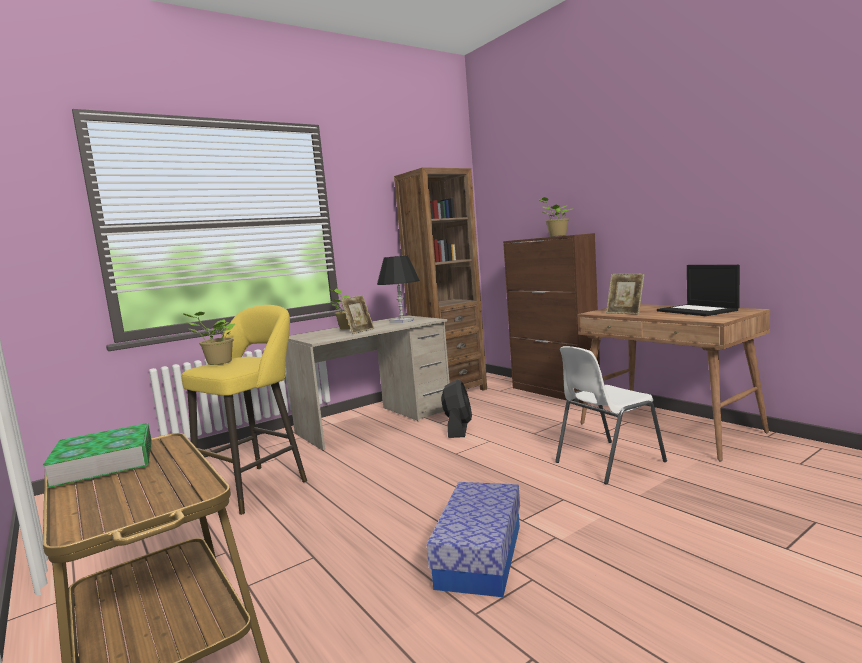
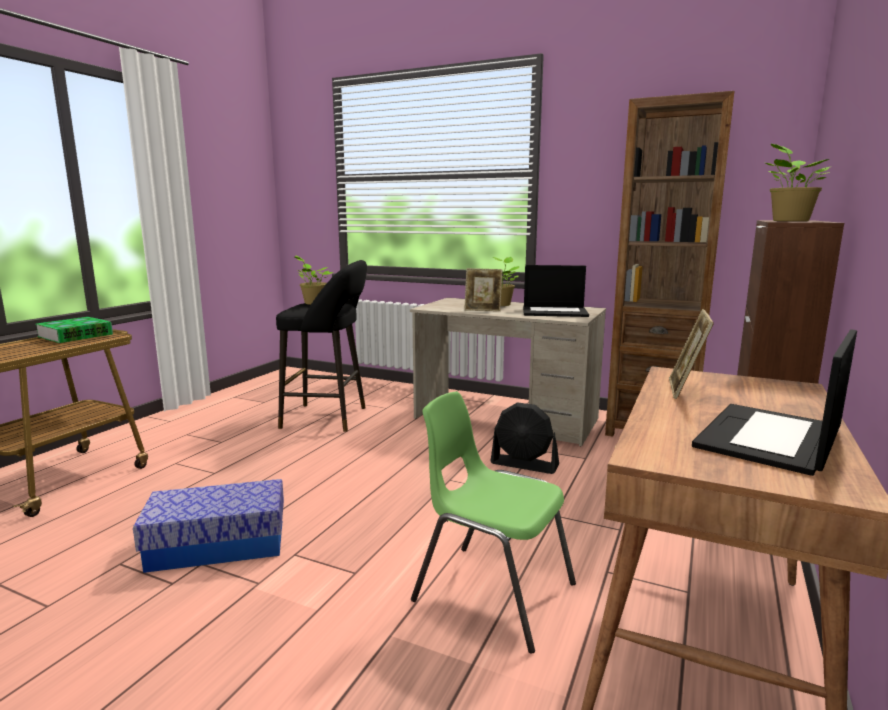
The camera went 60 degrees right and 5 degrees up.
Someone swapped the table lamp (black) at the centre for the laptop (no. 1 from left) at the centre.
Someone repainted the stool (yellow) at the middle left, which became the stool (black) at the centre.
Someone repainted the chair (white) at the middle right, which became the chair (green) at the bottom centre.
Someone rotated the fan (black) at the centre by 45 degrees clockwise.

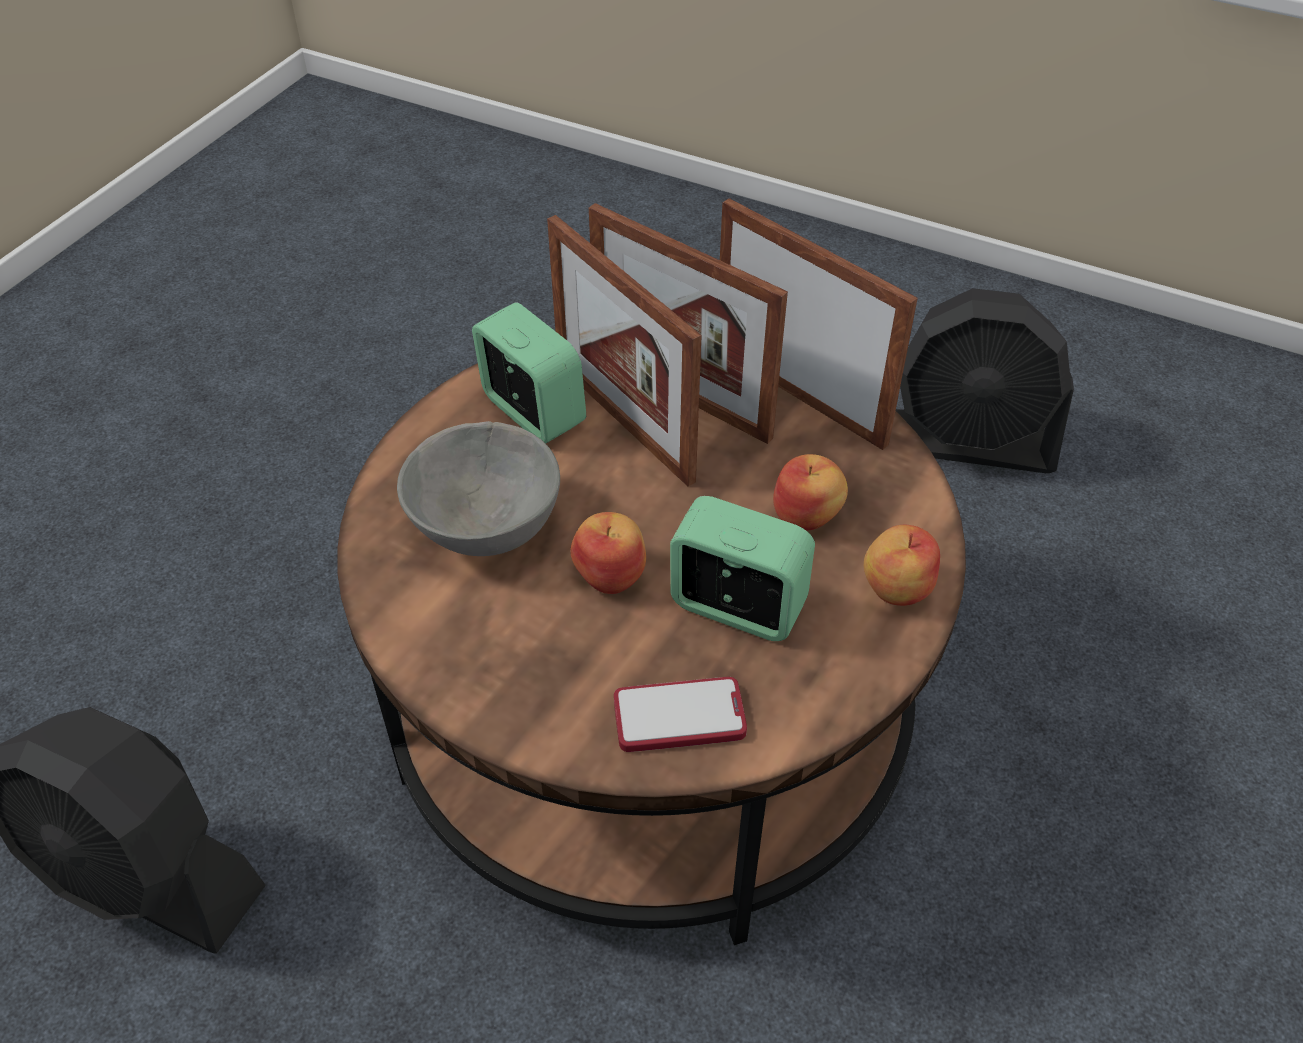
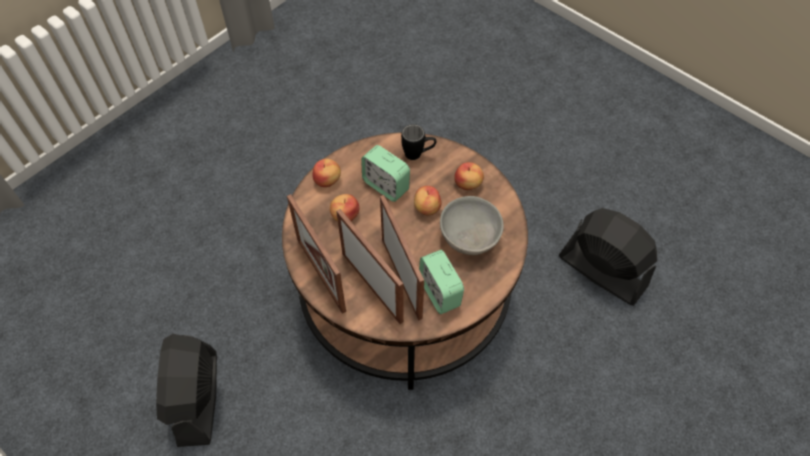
The camera went 165 degrees left and 10 degrees up.
Someone put down the apple (no. 4 from left) at the centre.
Someone swapped the phone at the bottom centre for the mug (black) at the top centre.
Someone rotated the fan (black) (no. 2 from left in the first image) at the middle right by 120 degrees counterclockwise.

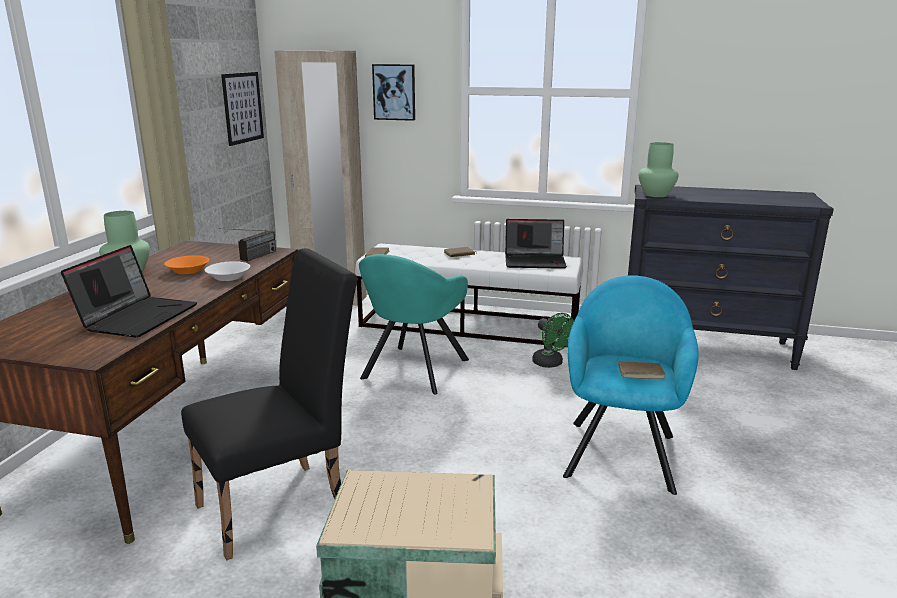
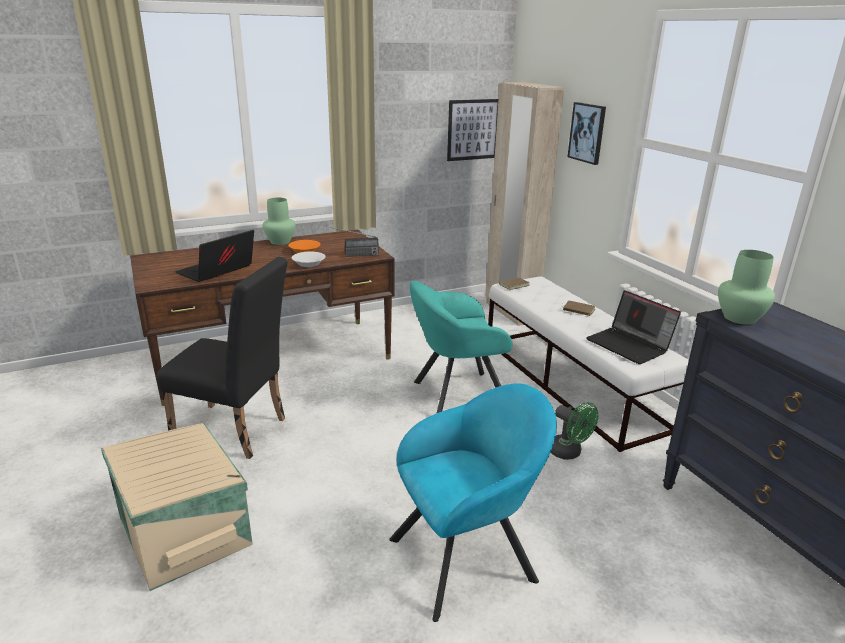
The camera went 50 degrees right and 5 degrees up.
Someone took away the book (brown) (no. 3 from left) at the middle right.
Someone rotated the laptop (no. 1 from left) at the middle left by 150 degrees clockwise.
Someone rotated the fan (green) at the centre by 60 degrees counterclockwise.

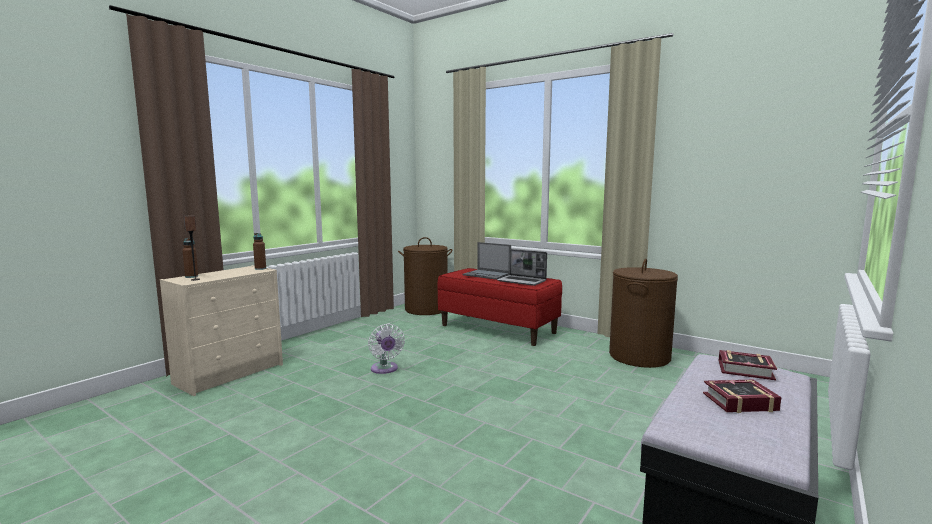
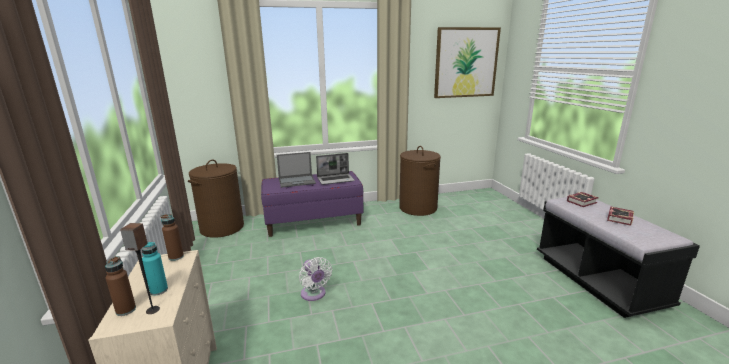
The camera went 50 degrees left and 10 degrees up.
Someone put down the bottle (turquoise) at the bottom left.
Someone put up the picture at the top centre.
Someone repainted the bench (red) at the centre, which became the bench (purple) at the centre.
Someone rotated the fan (white) at the centre by 45 degrees clockwise.

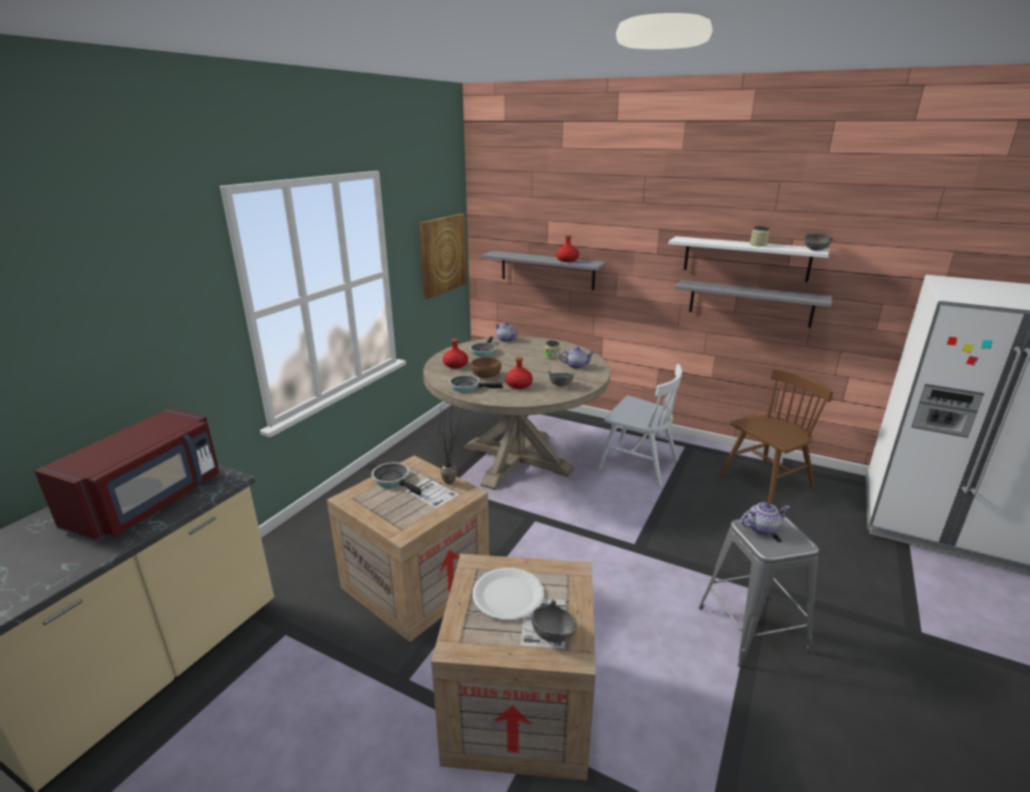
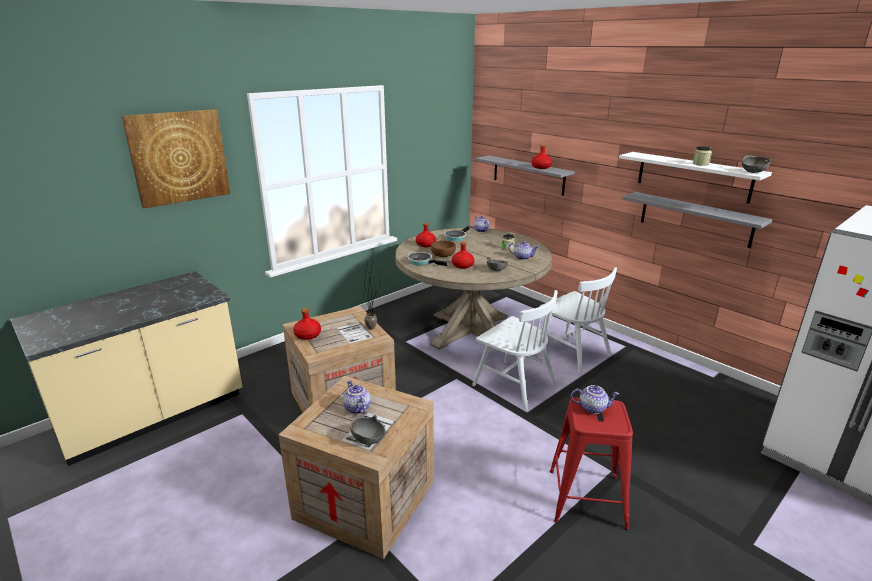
The camera went 20 degrees right and 0 degrees up.
Someone took away the microwave (red) at the middle left.
Someone took away the frying pan (no. 1 from left) at the centre.
Someone took away the chair (brown) at the middle right.
Someone put down the bottle (red) (no. 1 from left) at the centre.
Someone put down the chair (white) (no. 1 from left) at the centre.
Someone carried the picture from the top centre to the top left.
Someone swapped the plate (white) at the bottom centre for the teapot (no. 1 from left) at the bottom centre.
Someone repainted the stool (grey) at the bottom right, which became the stool (red) at the bottom right.

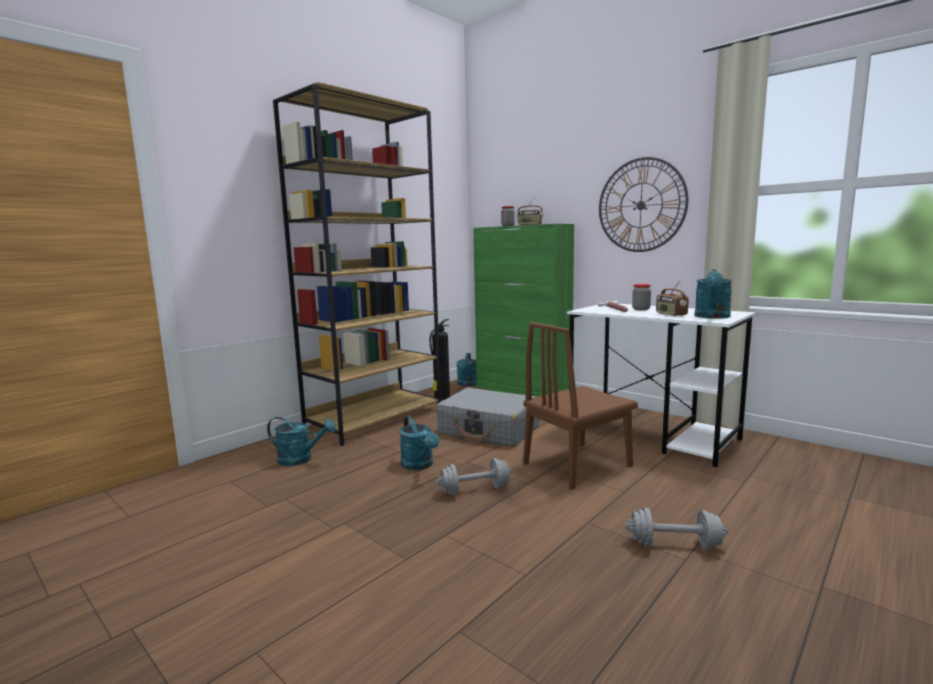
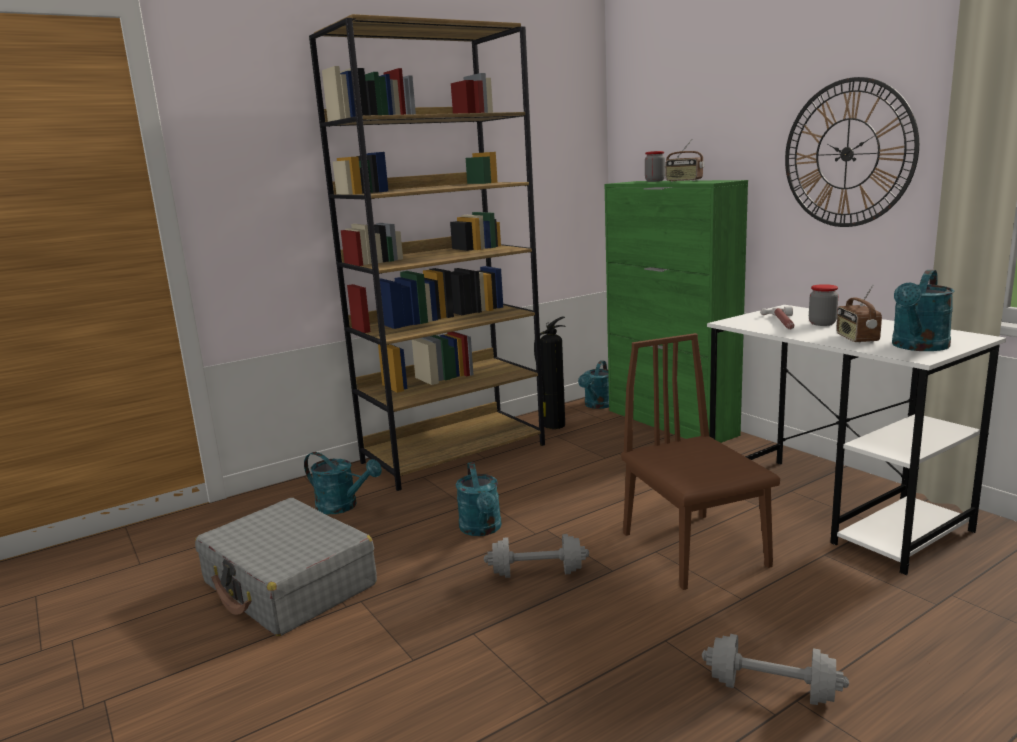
The camera went 15 degrees right and 5 degrees up.
Someone carried the suitcase (grey) from the centre to the bottom left.
Someone rotated the chair (brown) at the centre by 90 degrees clockwise.

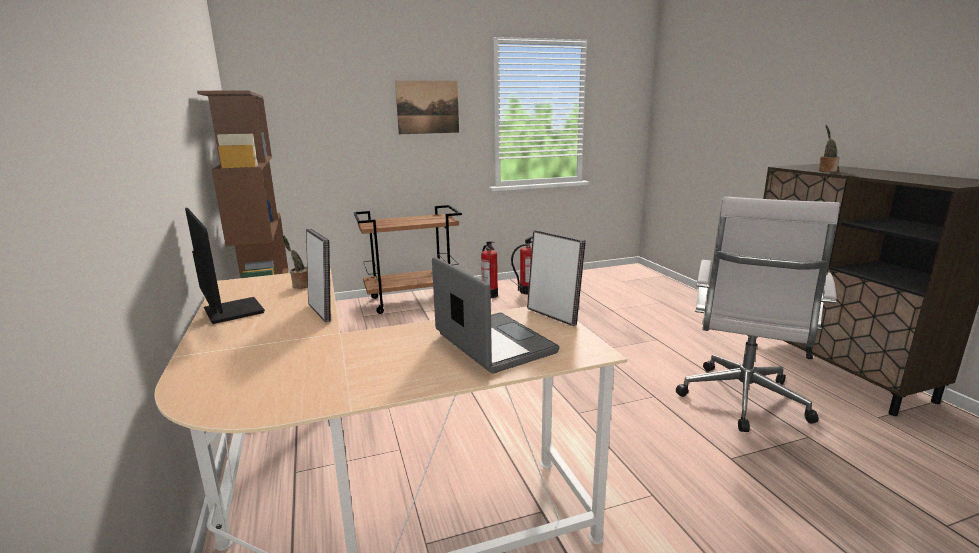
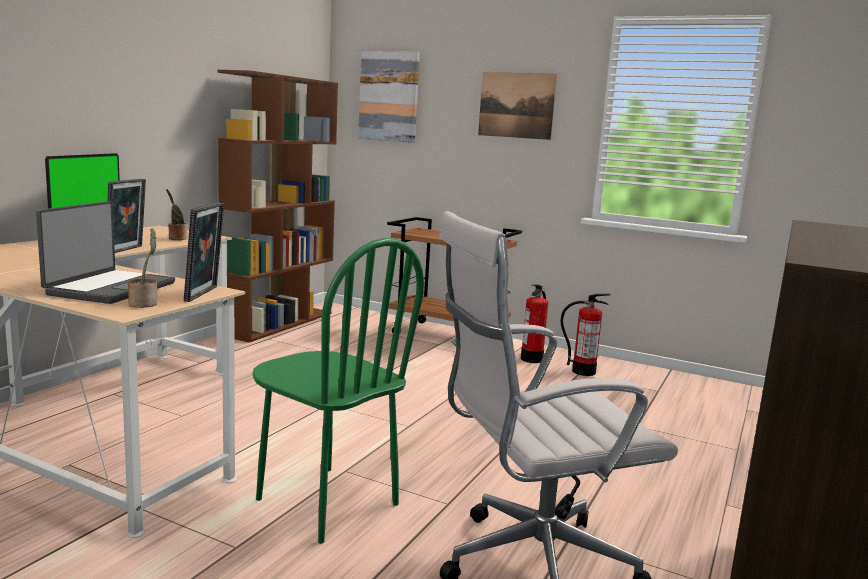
The camera went 45 degrees right and 5 degrees down.
Someone put down the chair (green) at the bottom centre.
Someone put up the picture (no. 1 from left) at the top centre.
Someone carried the potted plant (no. 2 from left in the first image) from the top right to the middle left.

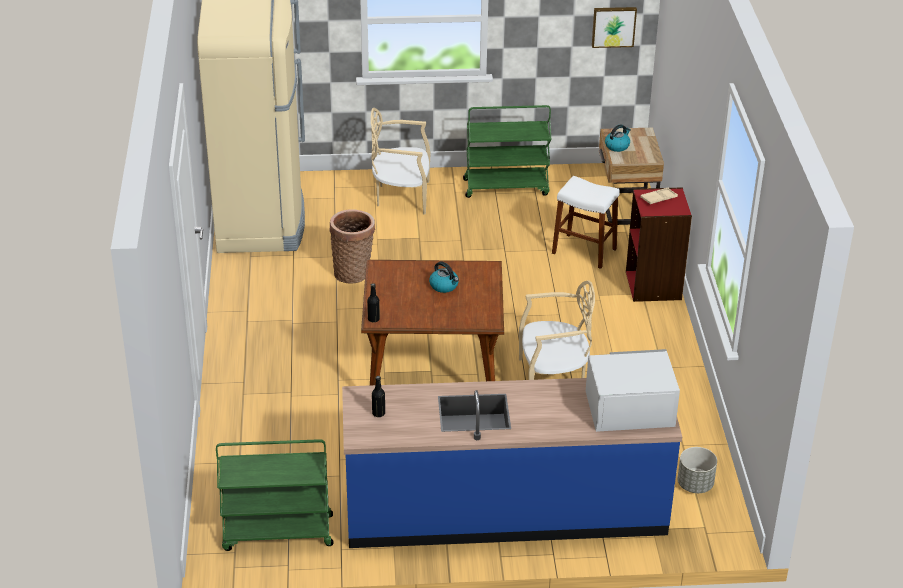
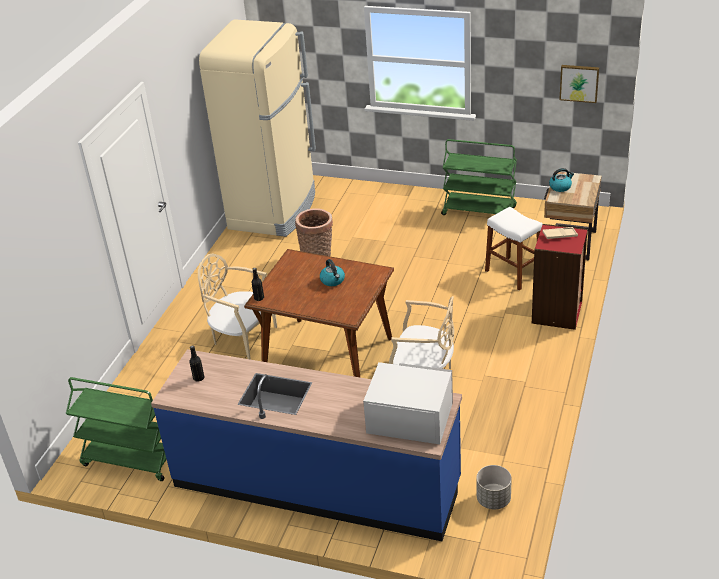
The camera went 25 degrees right and 0 degrees up.
Someone carried the chair (beige) (no. 1 from left) from the top centre to the middle left.

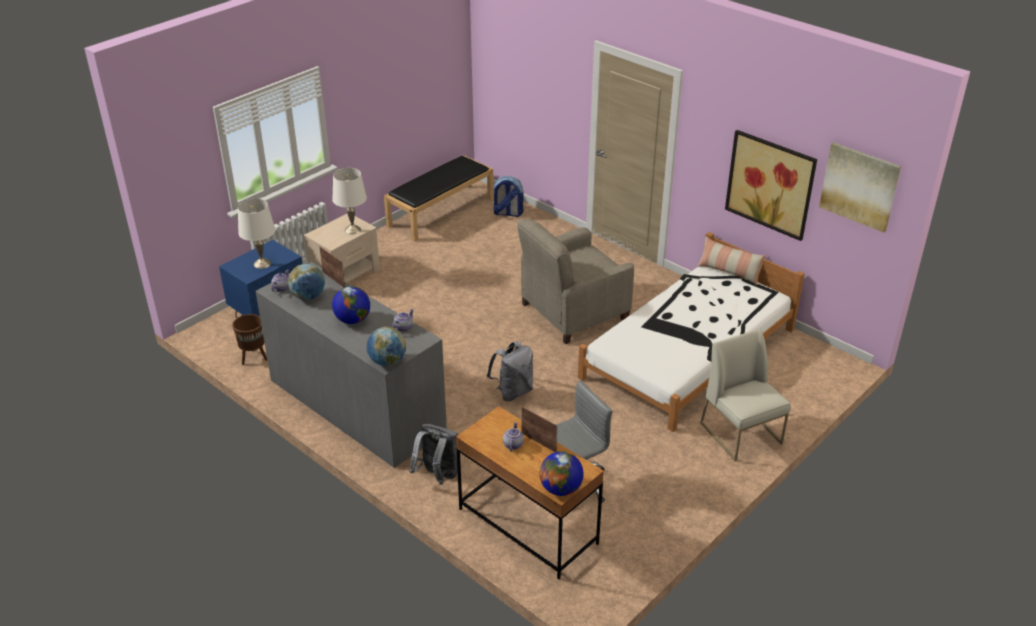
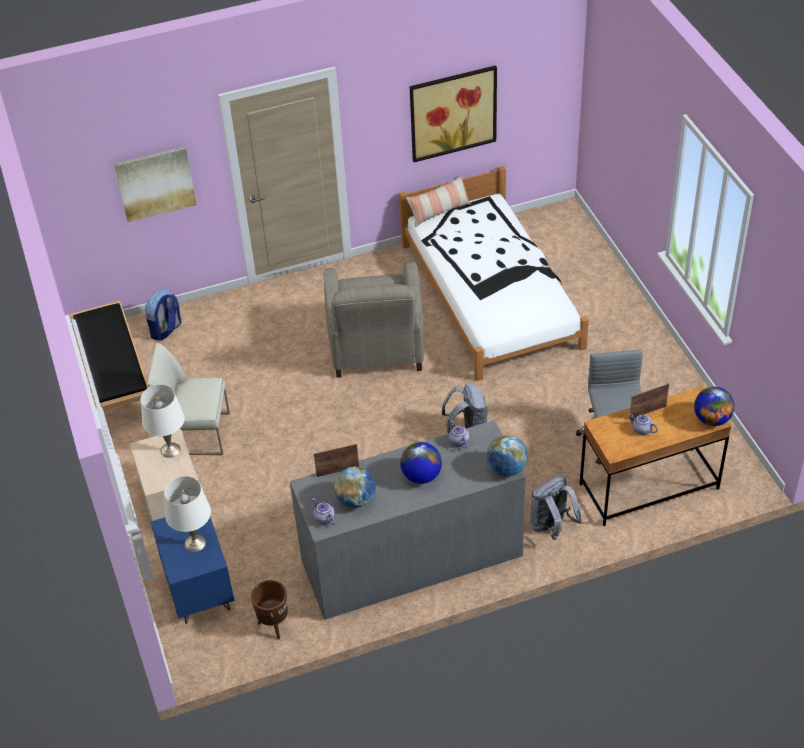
The camera went 60 degrees left and 10 degrees up.
Someone carried the chair (white) from the middle right to the middle left.
Someone carried the picture (no. 2 from left in the first image) from the top right to the top left.

